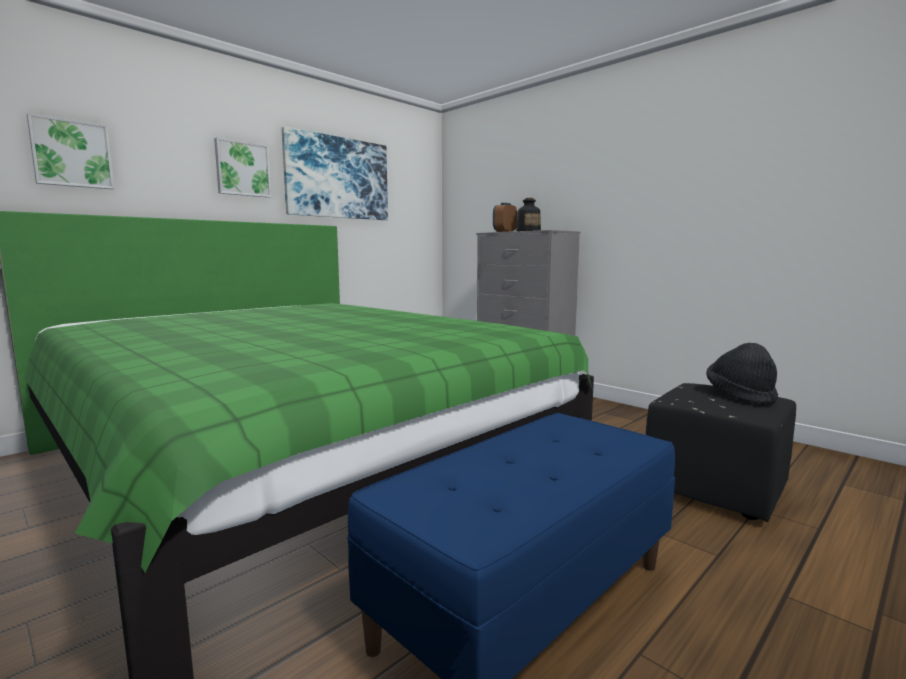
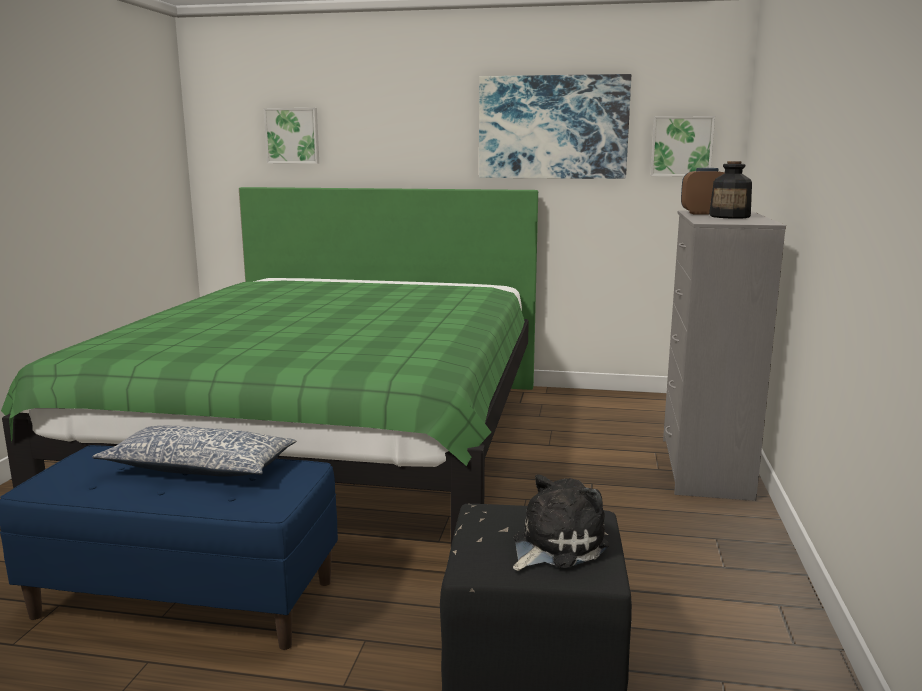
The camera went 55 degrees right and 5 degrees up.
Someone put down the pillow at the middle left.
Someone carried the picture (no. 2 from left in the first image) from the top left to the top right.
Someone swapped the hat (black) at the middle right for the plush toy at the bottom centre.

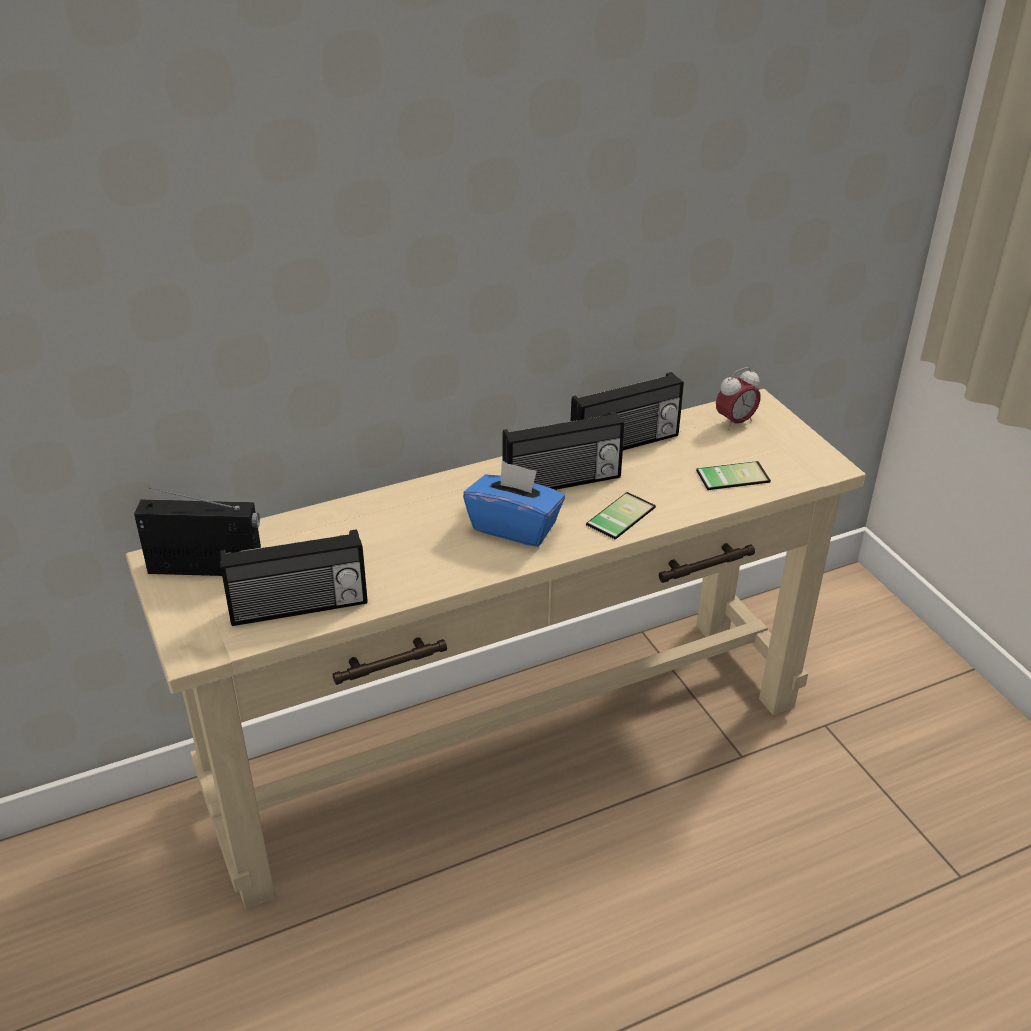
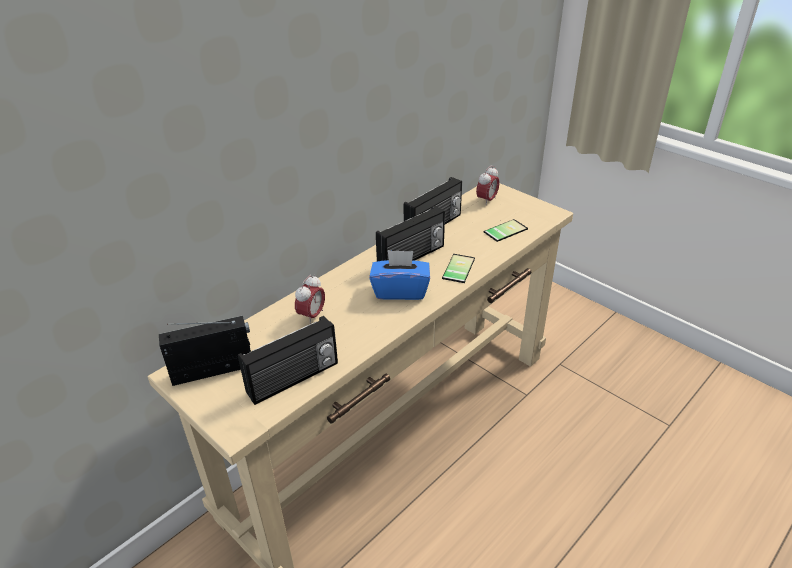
The camera went 20 degrees left and 0 degrees up.
Someone put down the alarm clock (no. 1 from left) at the centre.

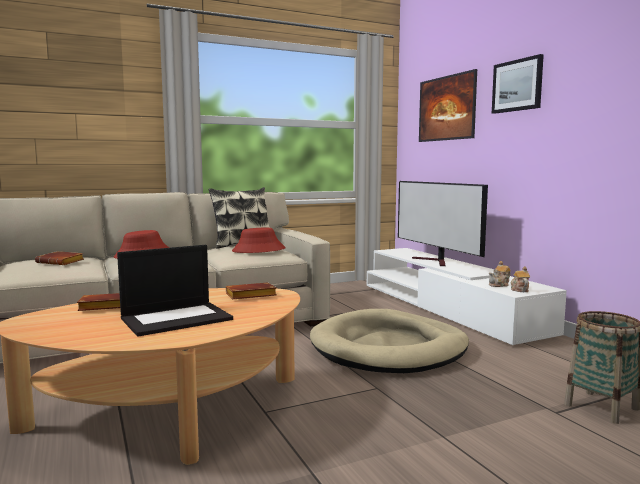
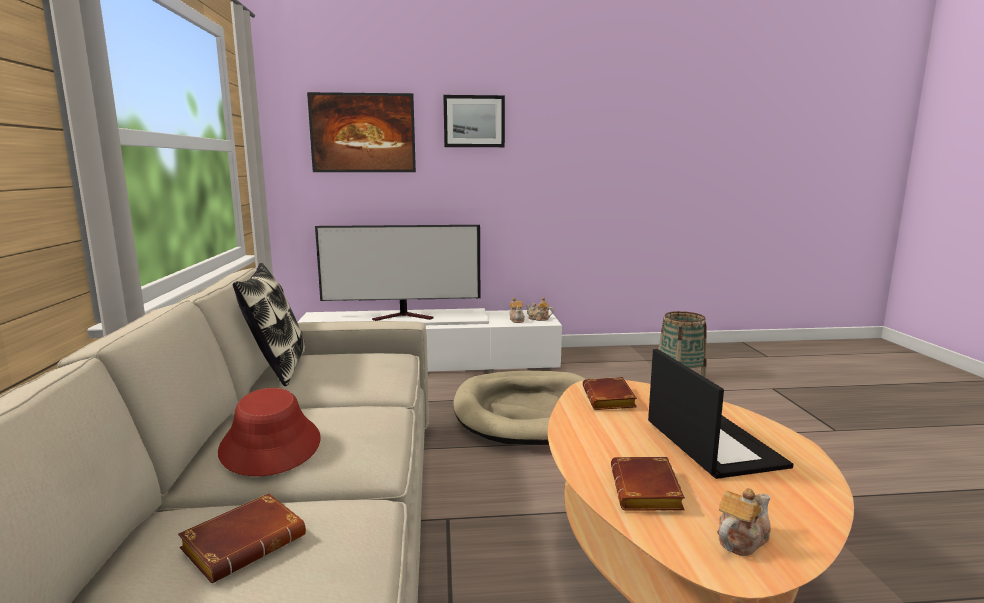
The camera went 70 degrees left and 5 degrees up.
Someone took away the hat (red) (no. 2 from left) at the centre.
Someone put down the teapot (no. 3 from left) at the bottom right.

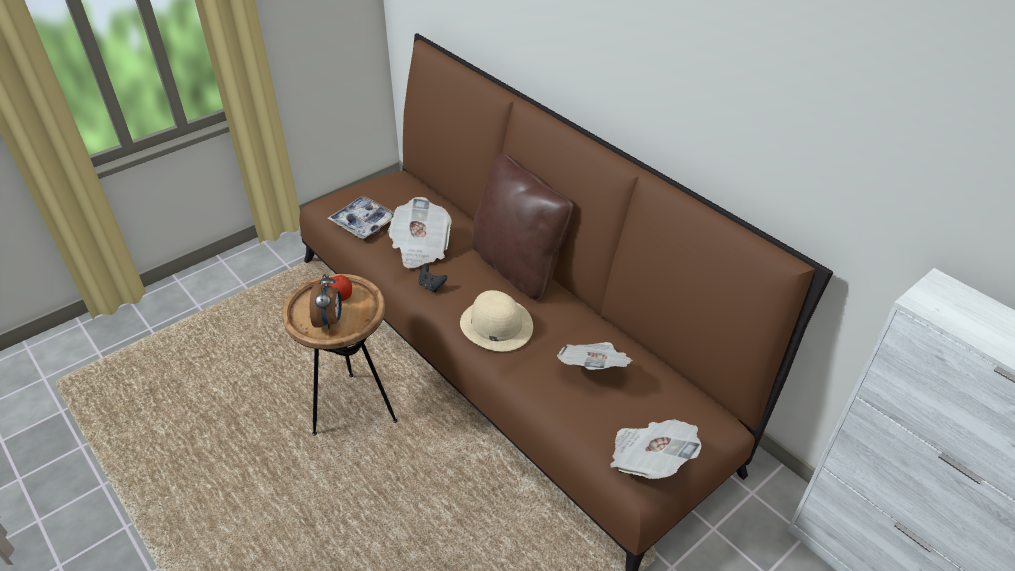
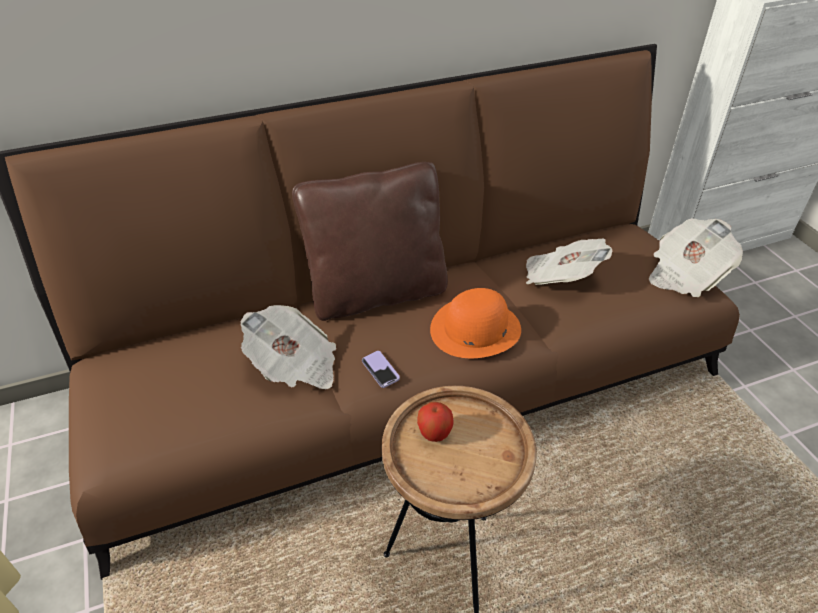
The camera went 70 degrees left and 0 degrees up.
Someone took away the alarm clock at the middle left.
Someone took away the tray at the centre.
Someone swapped the game controller (black) at the centre for the phone at the centre.
Someone repainted the hat (beige) at the centre, which became the hat (orange) at the centre.

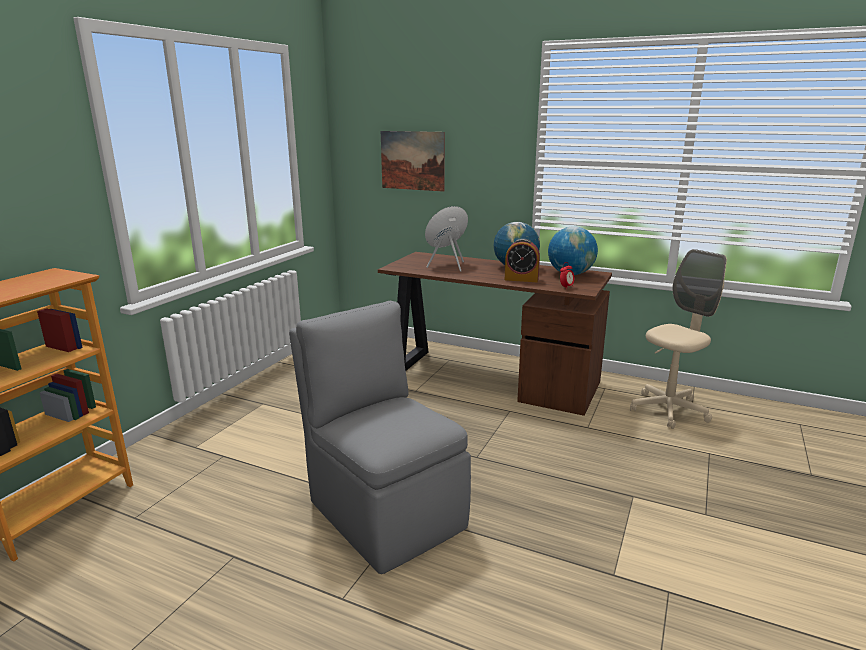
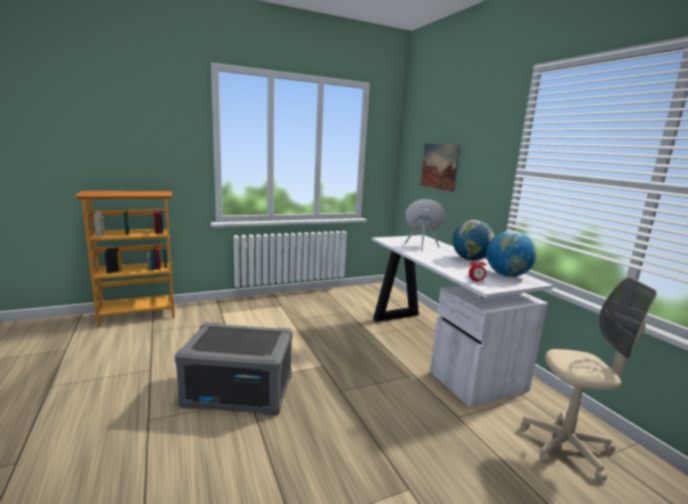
The camera went 40 degrees right and 5 degrees down.
Someone took away the alarm clock (no. 1 from left) at the centre.
Someone swapped the chair (grey) at the bottom centre for the storage box (grey) at the bottom centre.
Someone repainted the desk (brown) at the centre, which became the desk (white) at the middle right.

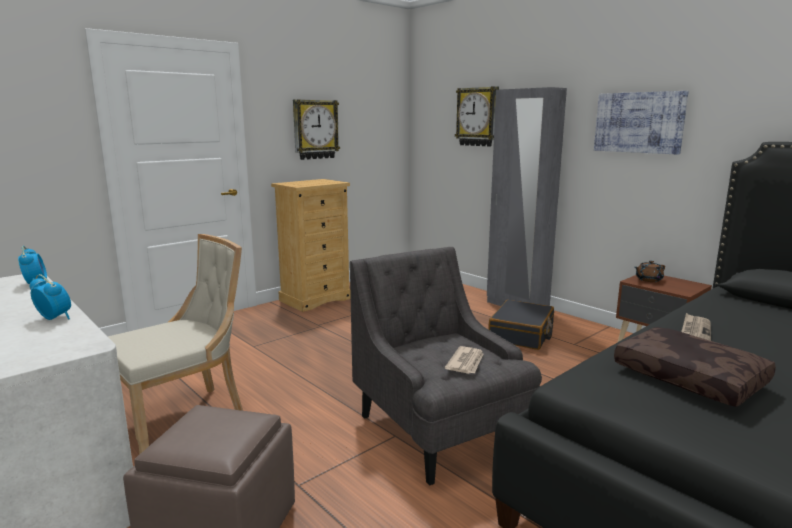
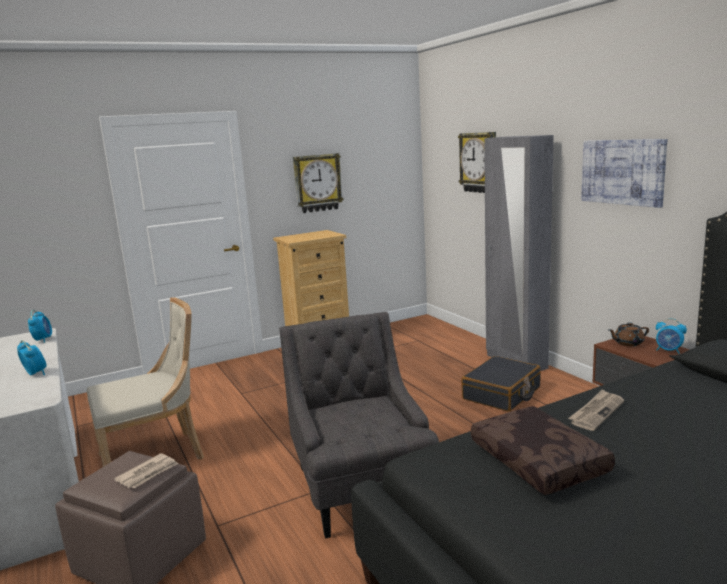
The camera went 15 degrees right and 0 degrees up.
Someone put down the alarm clock (no. 3 from left) at the middle right.
Someone carried the newspaper (no. 1 from left) from the bottom centre to the bottom left.

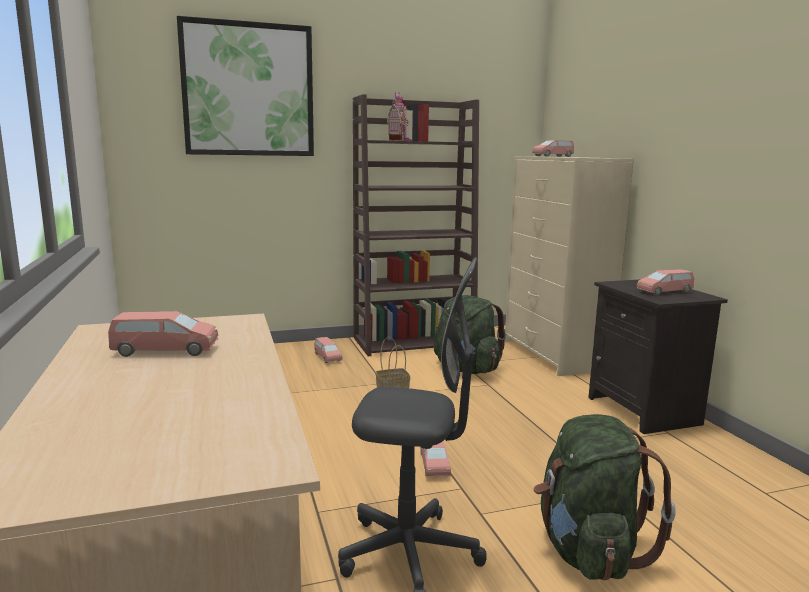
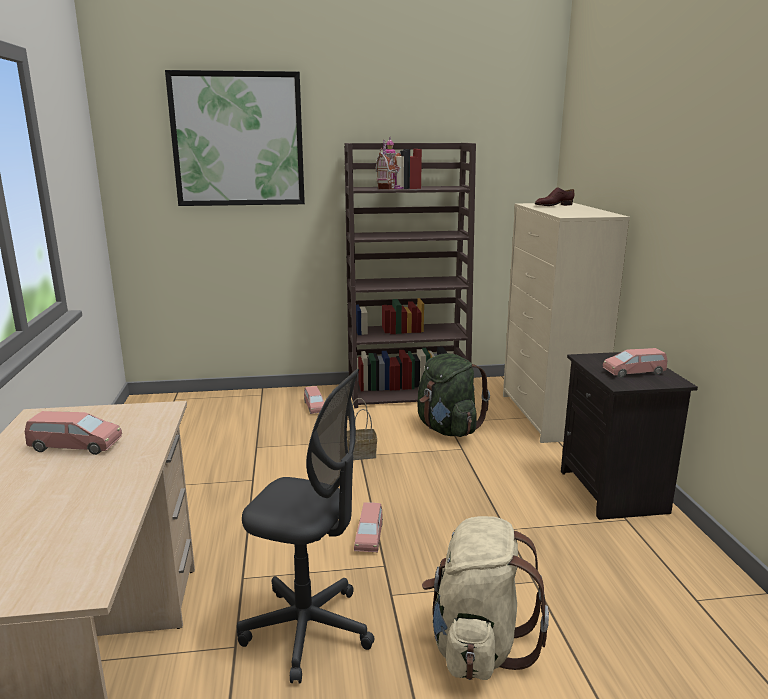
The camera went 10 degrees right and 5 degrees up.
Someone swapped the toy car (pink) (no. 4 from left) at the top right for the shoe (brown) at the top right.
Someone repainted the backpack (green) (no. 2 from left) at the bottom right, which became the backpack (beige) at the bottom centre.

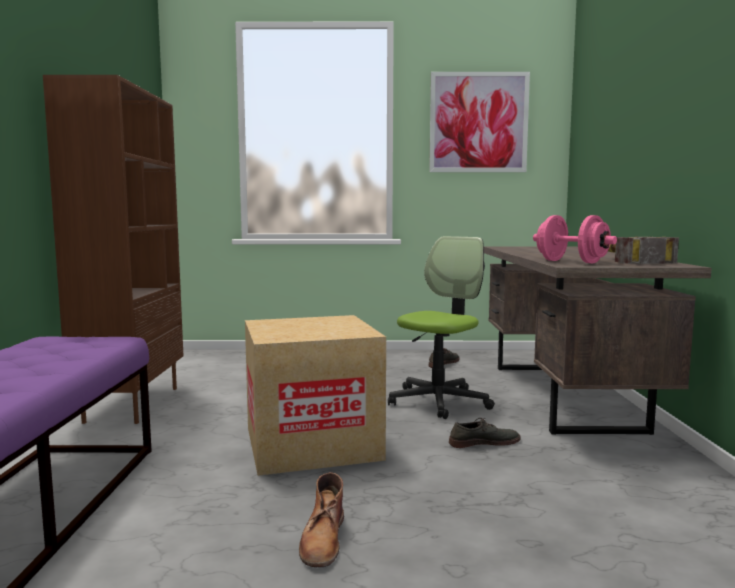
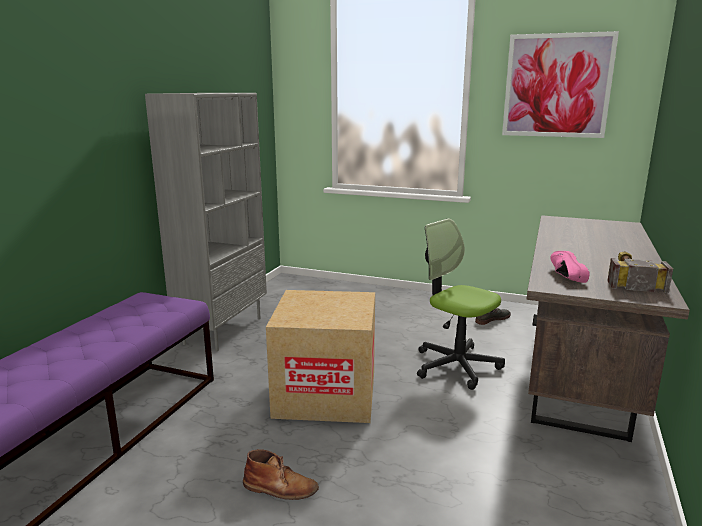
The camera went 20 degrees right and 10 degrees up.
Someone took away the shoe (grey) (no. 2 from left) at the bottom centre.
Someone swapped the dumbbell (pink) at the middle right for the shoe (pink) at the middle right.
Someone repainted the bookcase (brown) at the middle left, which became the bookcase (grey) at the middle left.
Someone rotated the boot (brown) at the bottom centre by 105 degrees counterclockwise.
Someone rotated the office chair at the centre by 105 degrees counterclockwise.

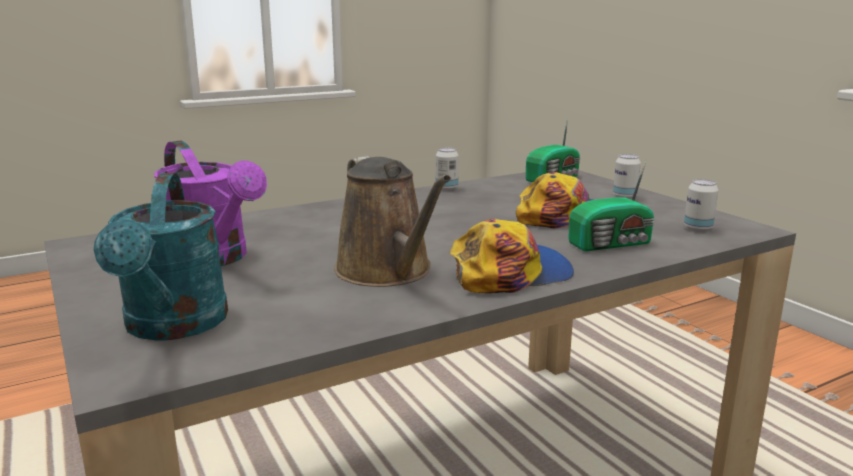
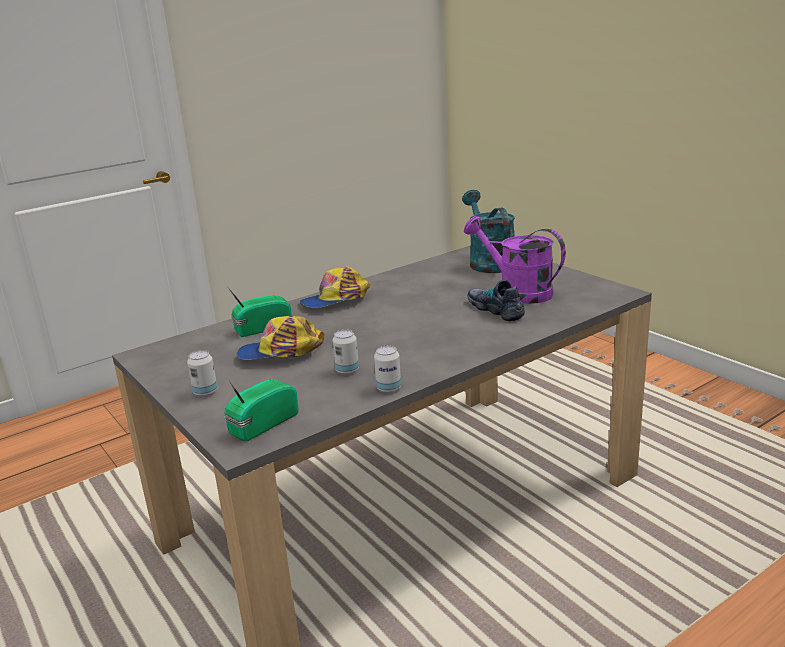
The camera went 175 degrees right and 5 degrees up.
Someone took away the watering can (brown) at the centre.
Someone put down the shoe at the centre.
Someone carried the can (no. 3 from left in the first image) from the middle right to the centre.

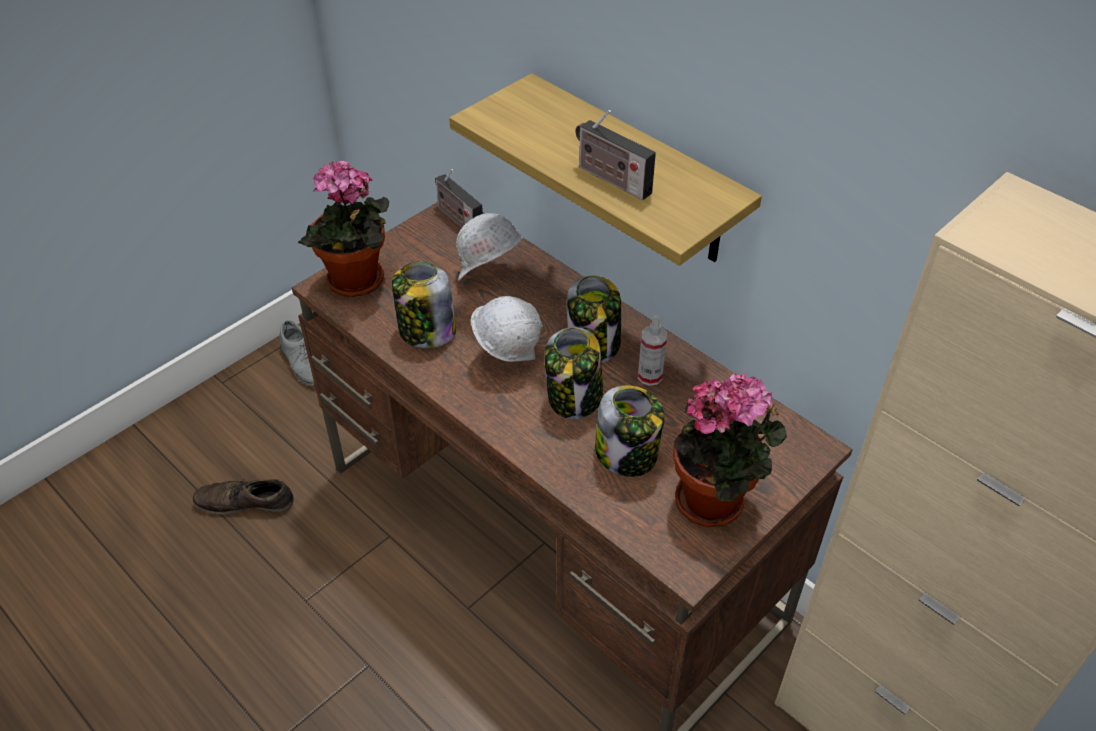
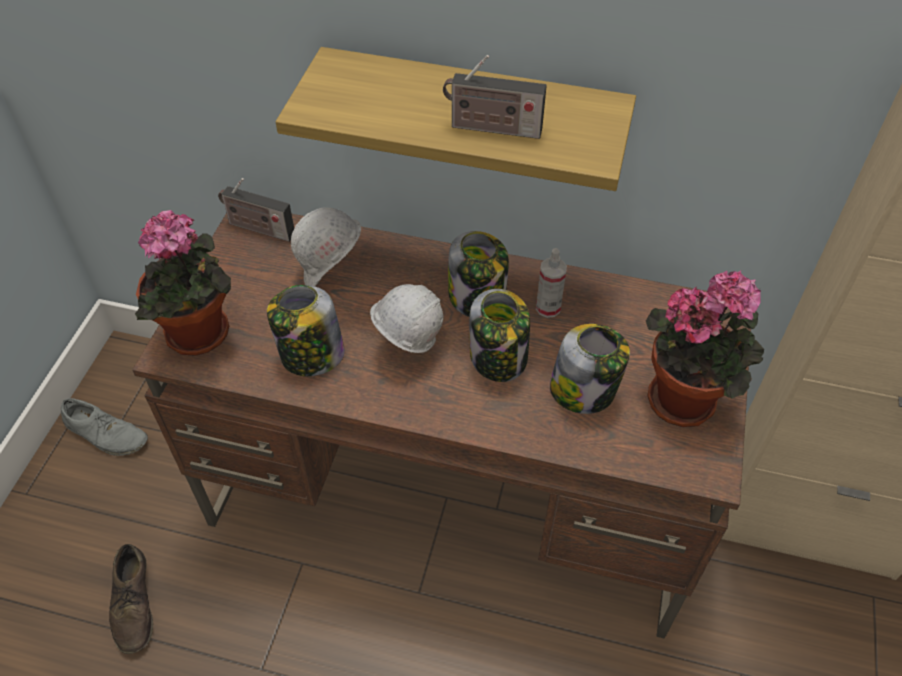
The camera went 30 degrees left and 5 degrees up.
Someone rotated the shoe (brown) at the bottom left by 75 degrees counterclockwise.

